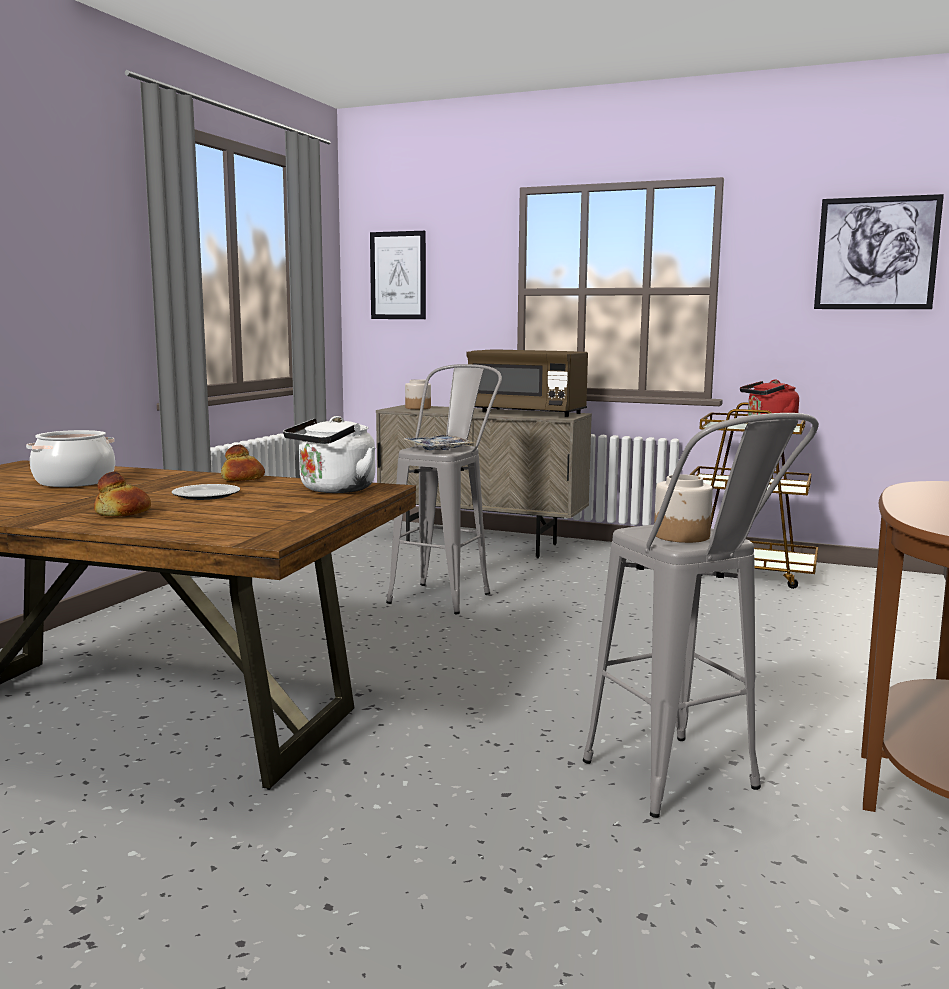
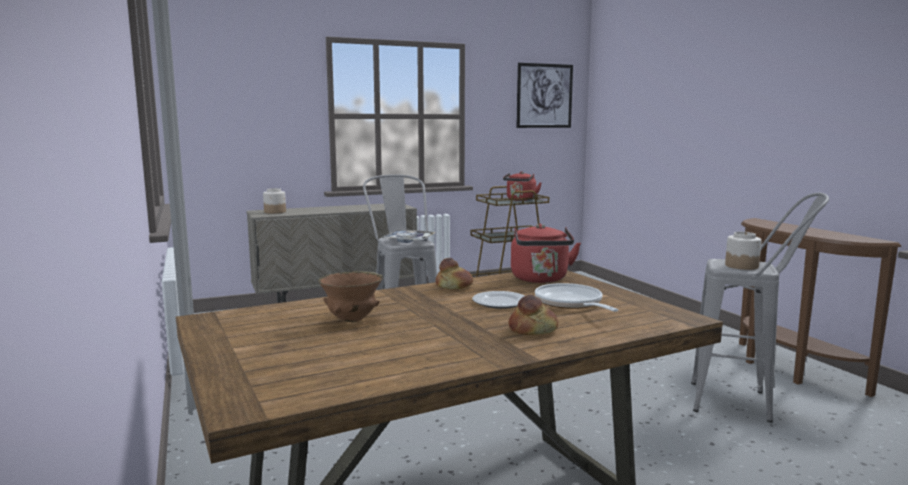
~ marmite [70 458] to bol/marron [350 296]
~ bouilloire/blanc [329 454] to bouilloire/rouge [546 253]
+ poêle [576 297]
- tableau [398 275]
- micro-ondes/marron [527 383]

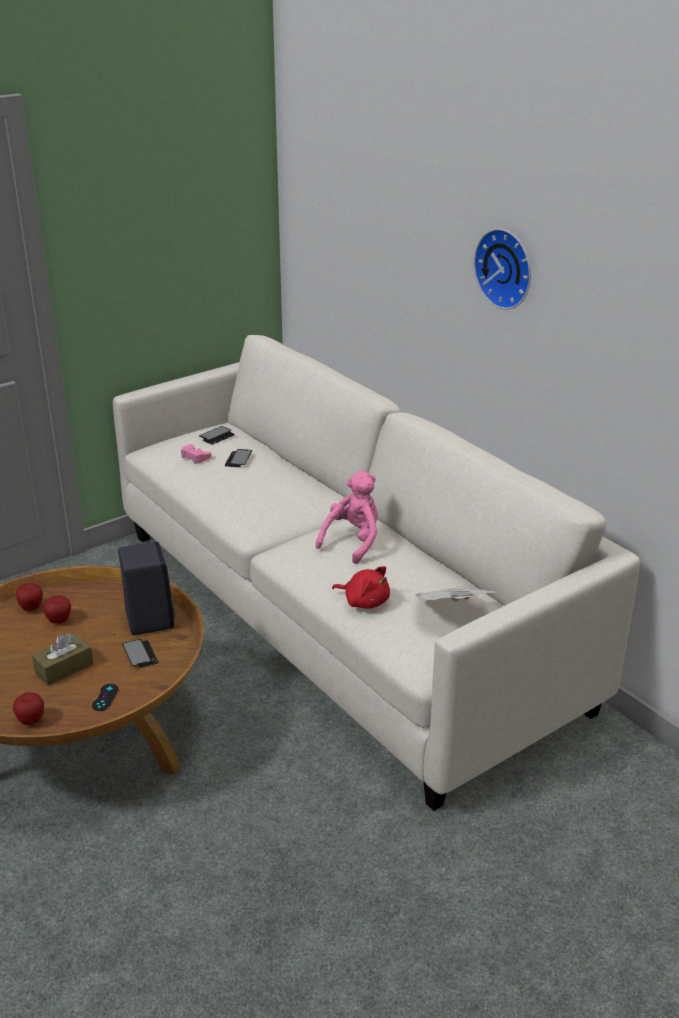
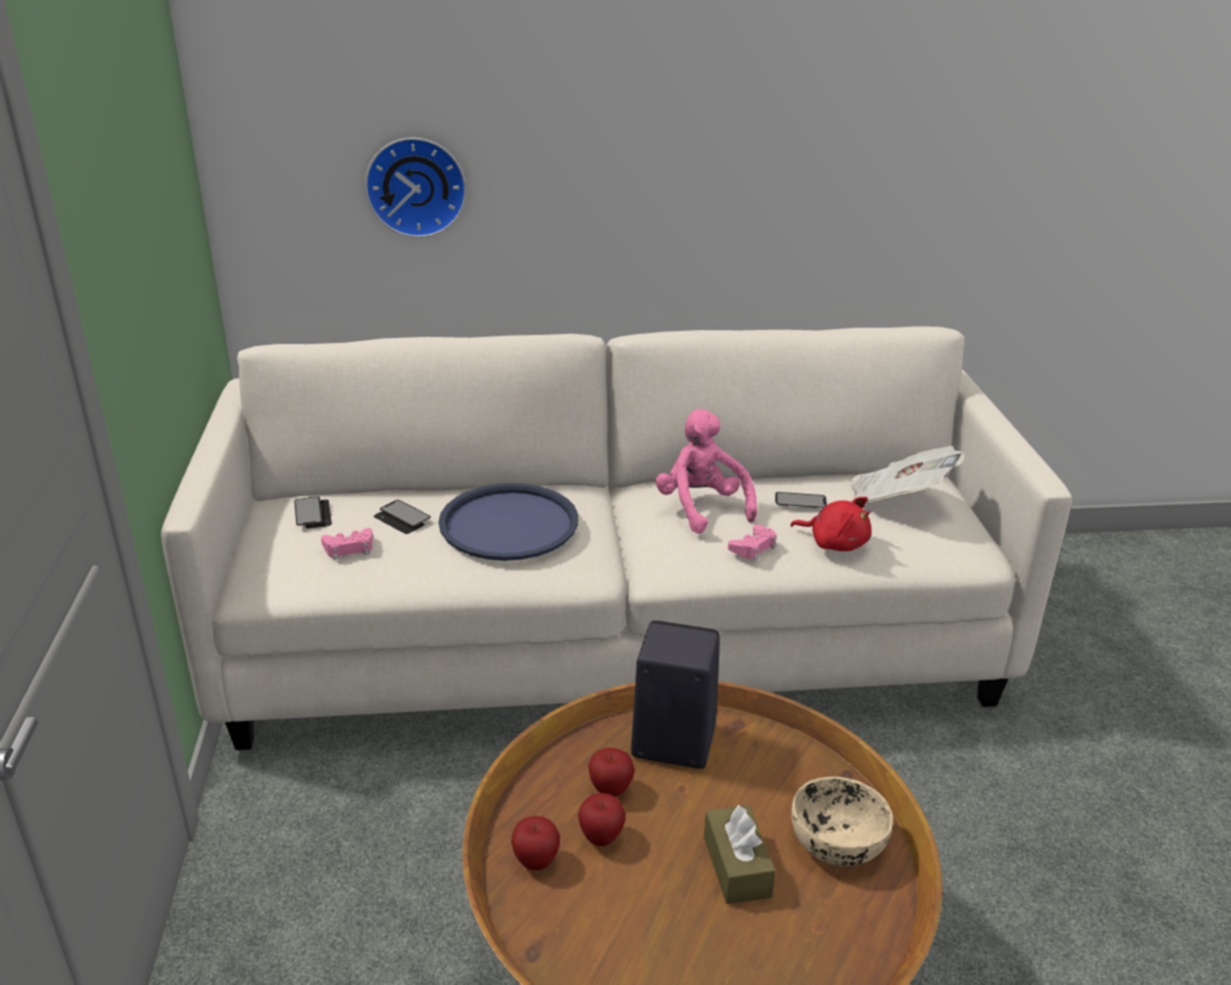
~ horloge murale [502 269] to [416 188]
+ plateau/bleu [508 522]
~ pomme [28 709] to [611 772]
+ manette/rose [752 542]
~ téléphone [140 653] to [801 500]
~ peluche/rouge [361 587] = [830 524] 60 degrees clockwise
~ manette/noir [105 697] to bol/beige [842 821]

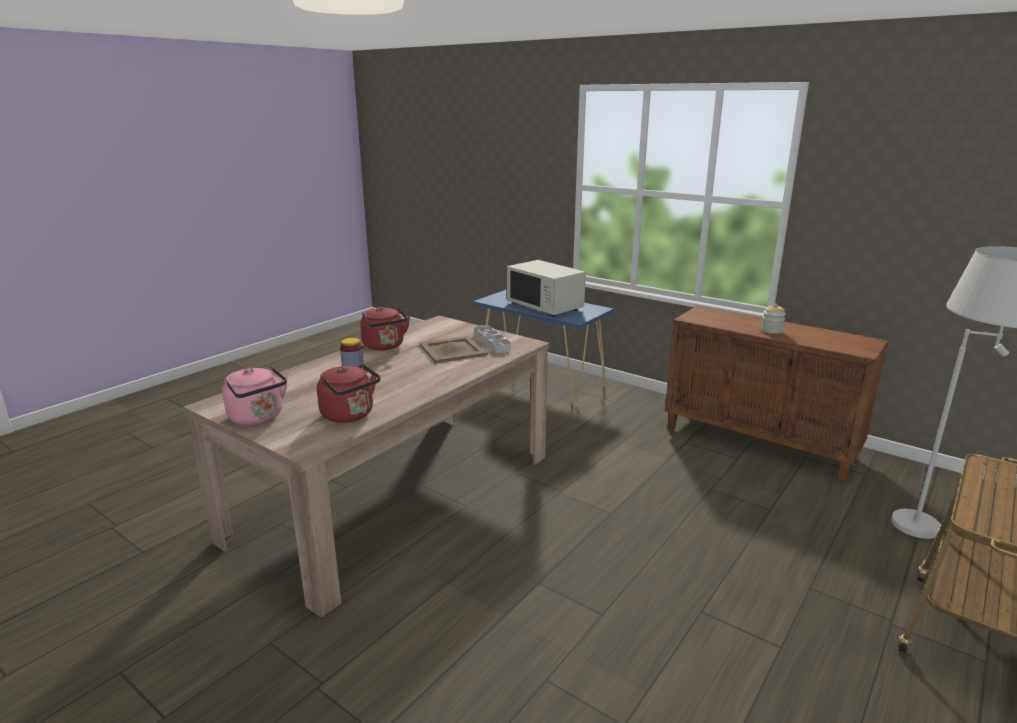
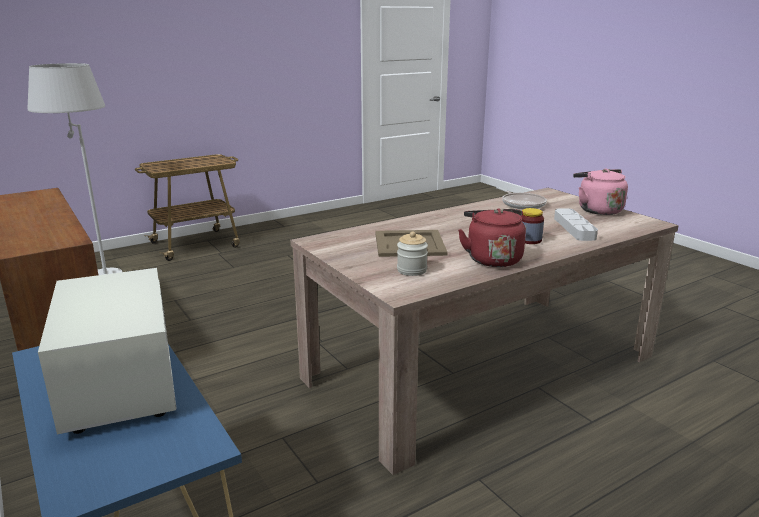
~ bocal [773 319] to [412 253]
~ bouilloire/rouge [349 393] to poêle [521 198]
~ plateau/gris [492 339] to [576 224]

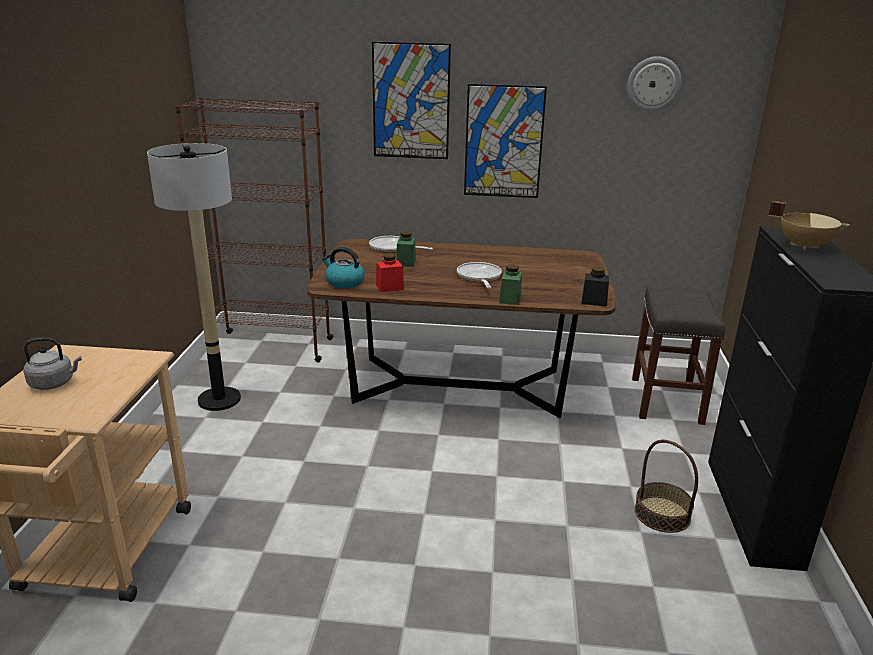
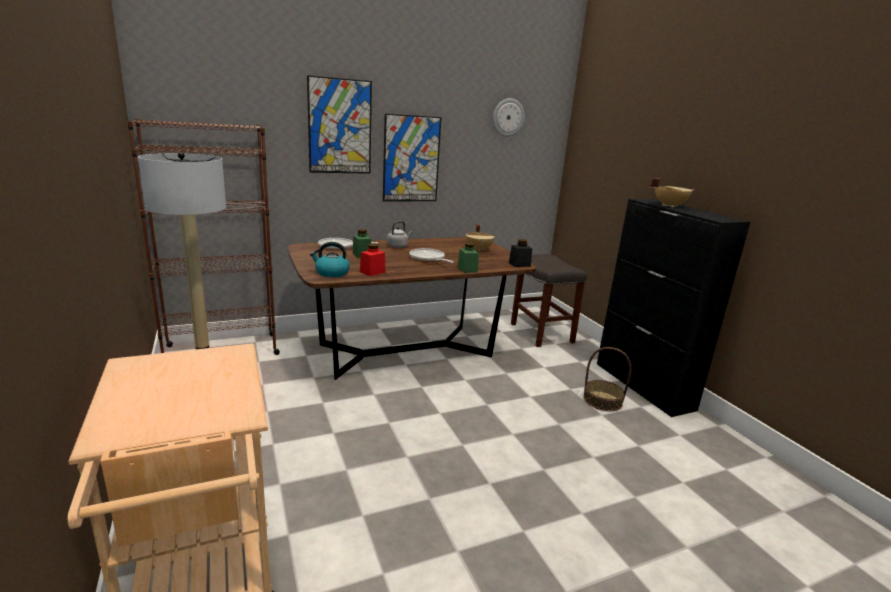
~ bouilloire/gris [53 363] to [399 234]
+ marmite/beige [480 238]

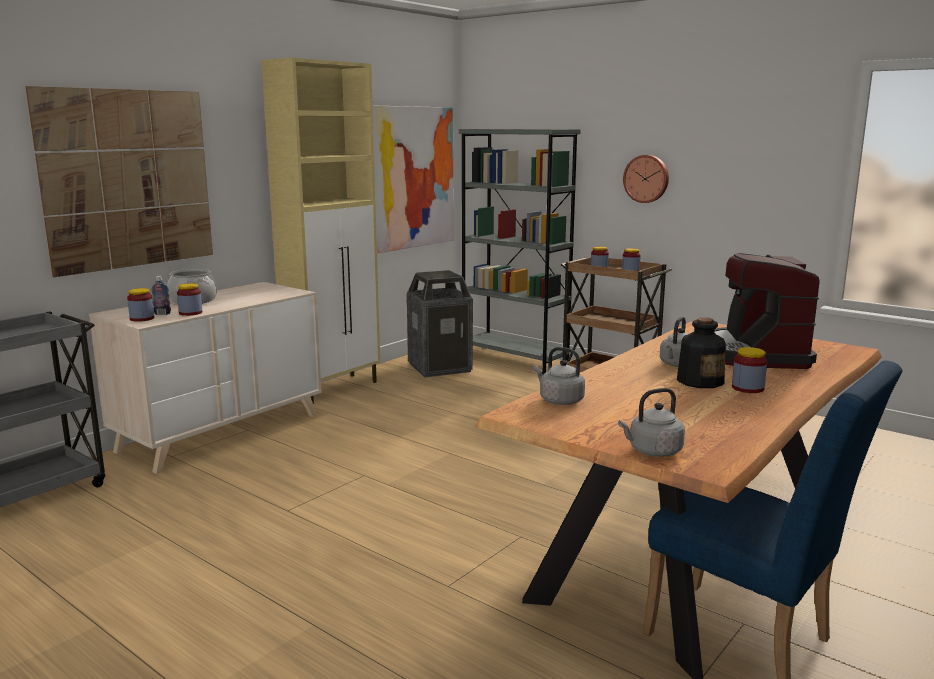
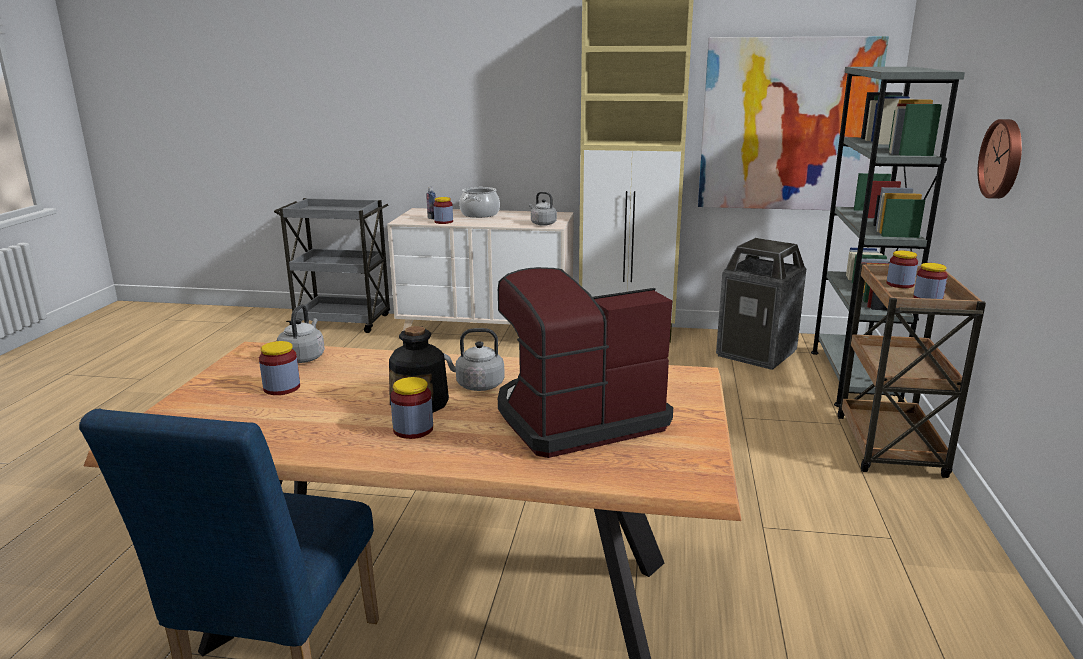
~ bocal [140 305] to [279 368]
~ bouilloire/gris [651 422] to [543 209]
- tableau [119 181]

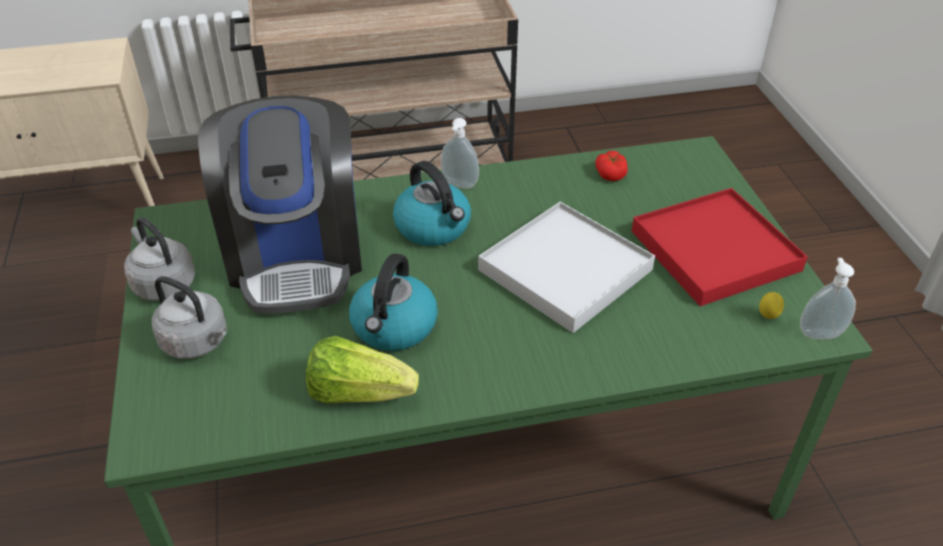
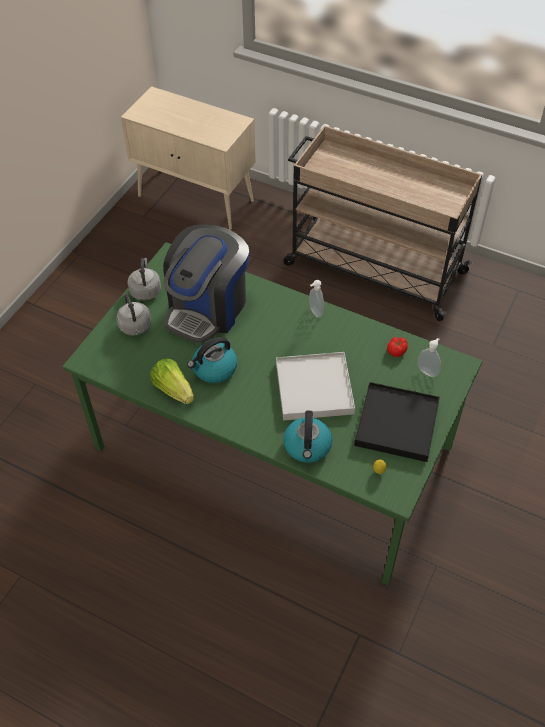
~ bouilloire [432 203] to [307 437]
~ plateau/rouge [720 247] to plateau/noir [397 422]
~ distributeur de savon [828 299] to [429 357]

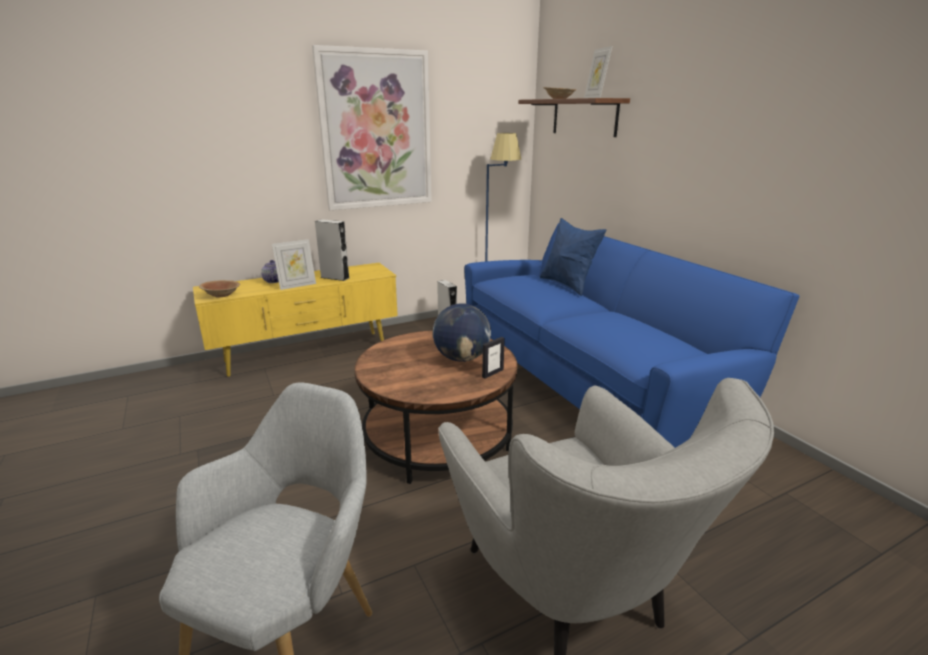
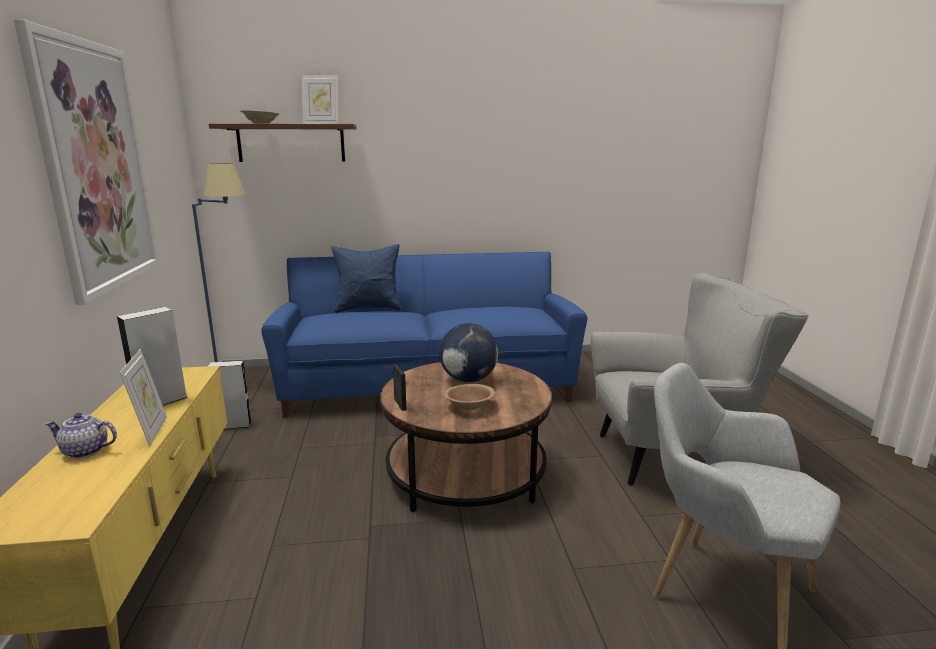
~ cadre photo [493 358] to [399 387]
~ bol/marron [219 288] to [469 397]

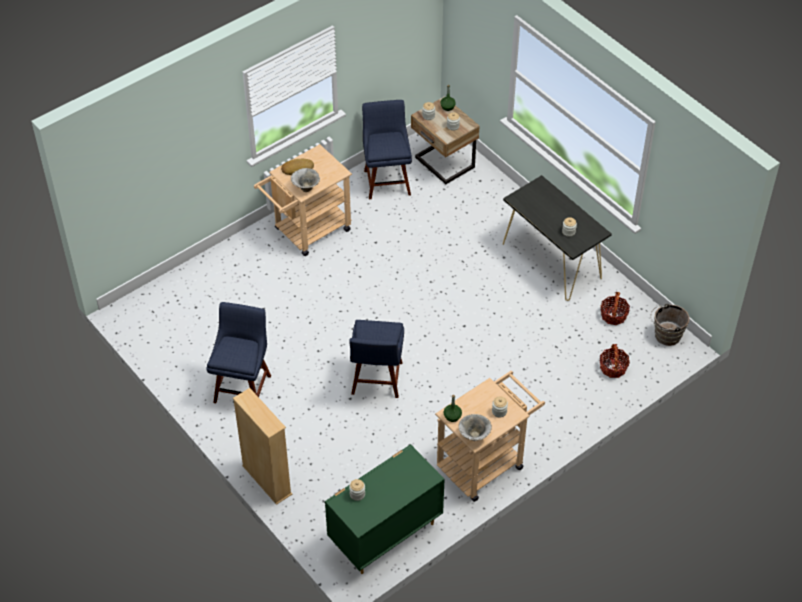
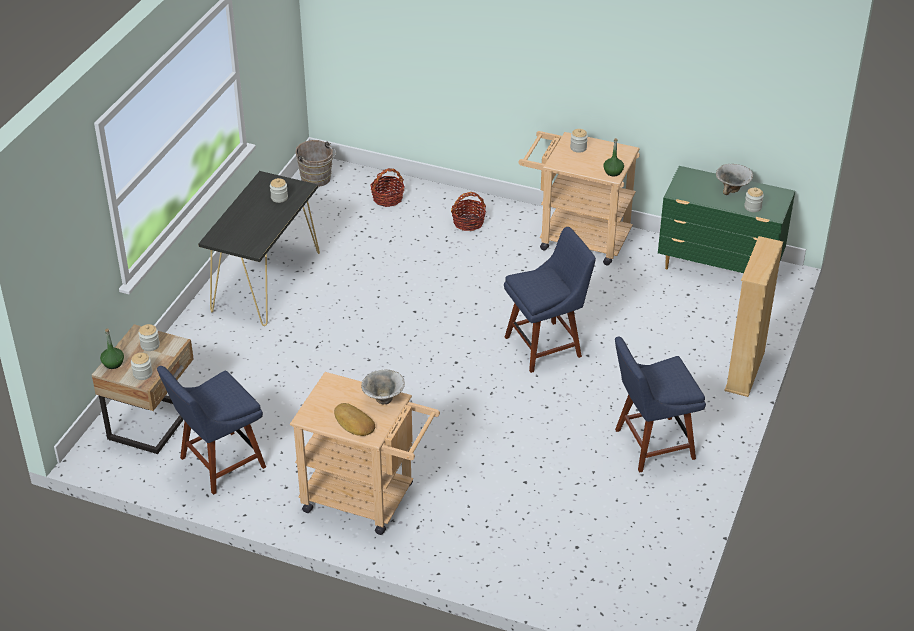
~ panier [615 308] to [468 211]
~ bol [475 427] to [734 179]

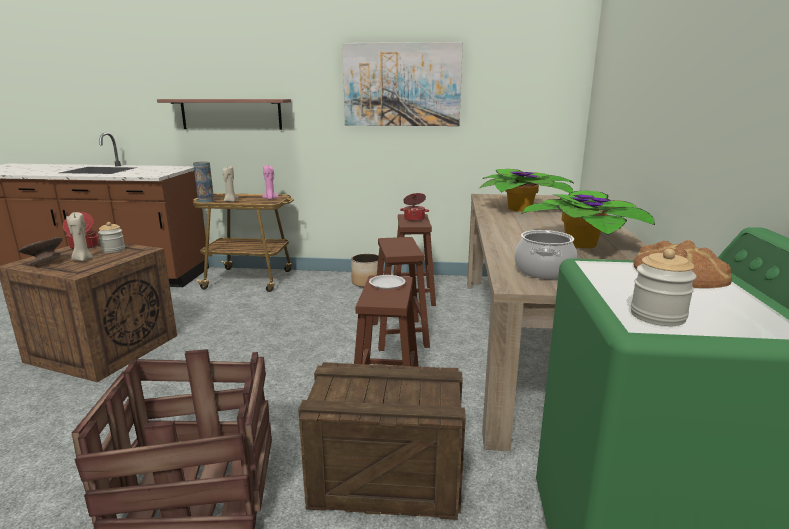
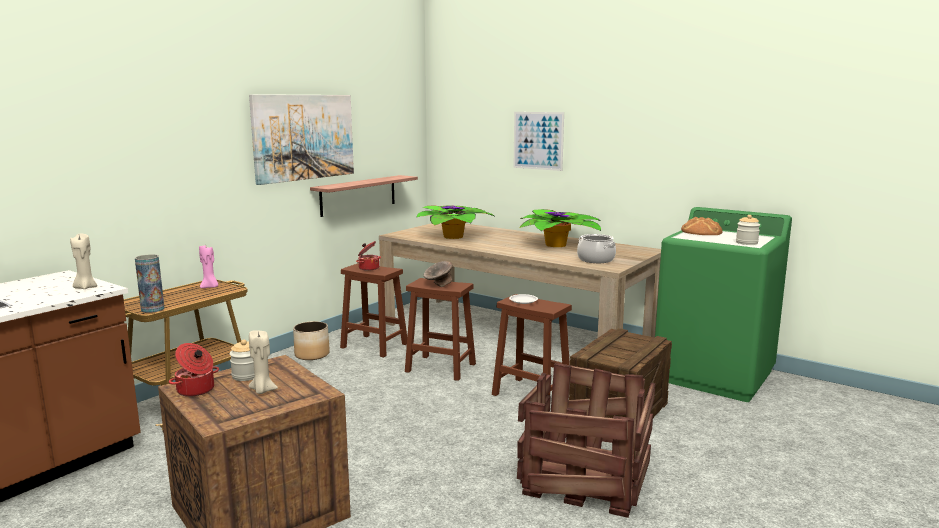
~ bougie/beige [231 184] to [83 261]
~ étagère [224 114] to [364 196]
~ bol/gris [41 251] to [438 274]
+ tableau [538 141]

